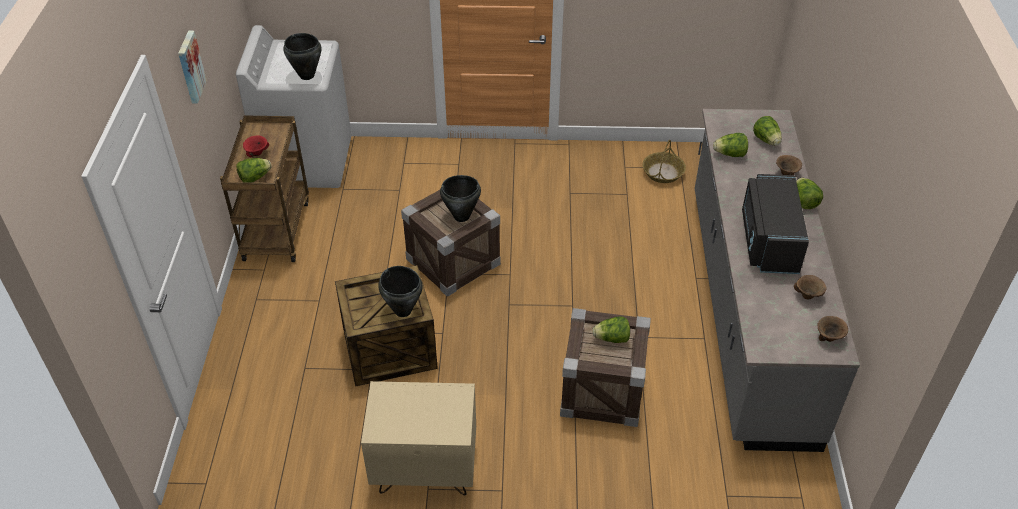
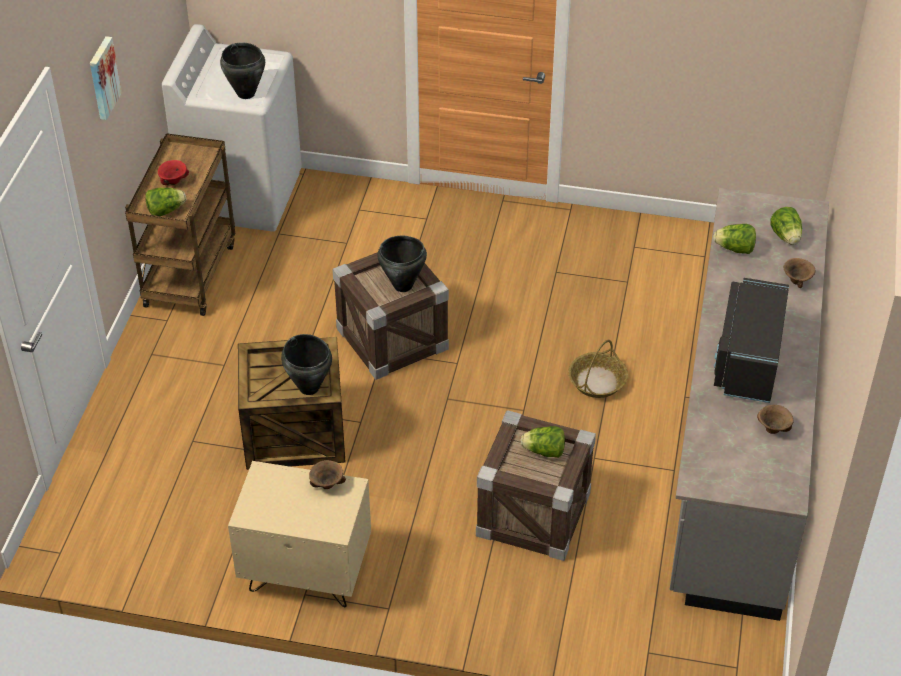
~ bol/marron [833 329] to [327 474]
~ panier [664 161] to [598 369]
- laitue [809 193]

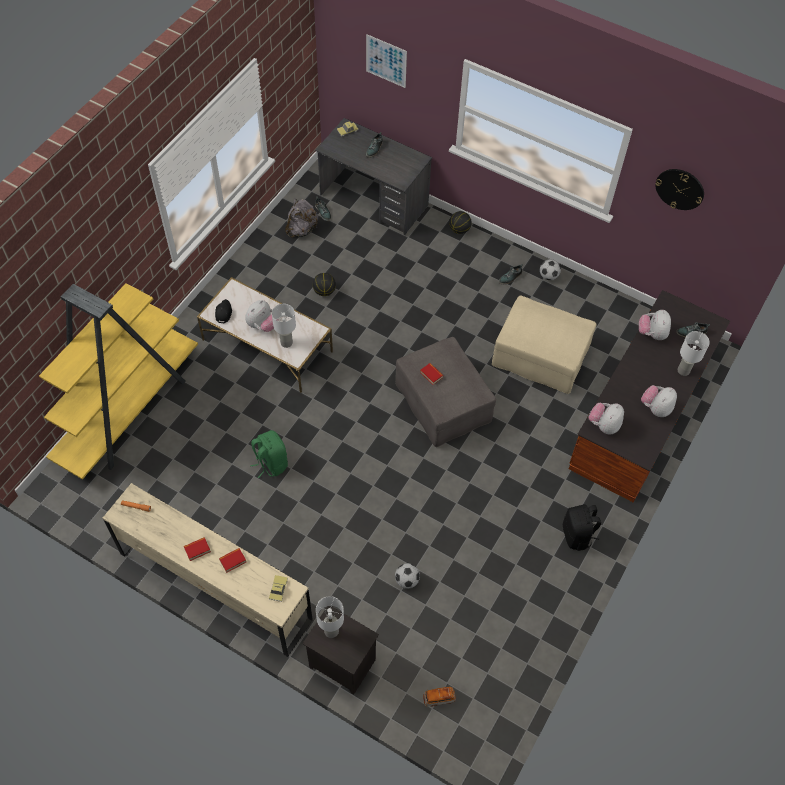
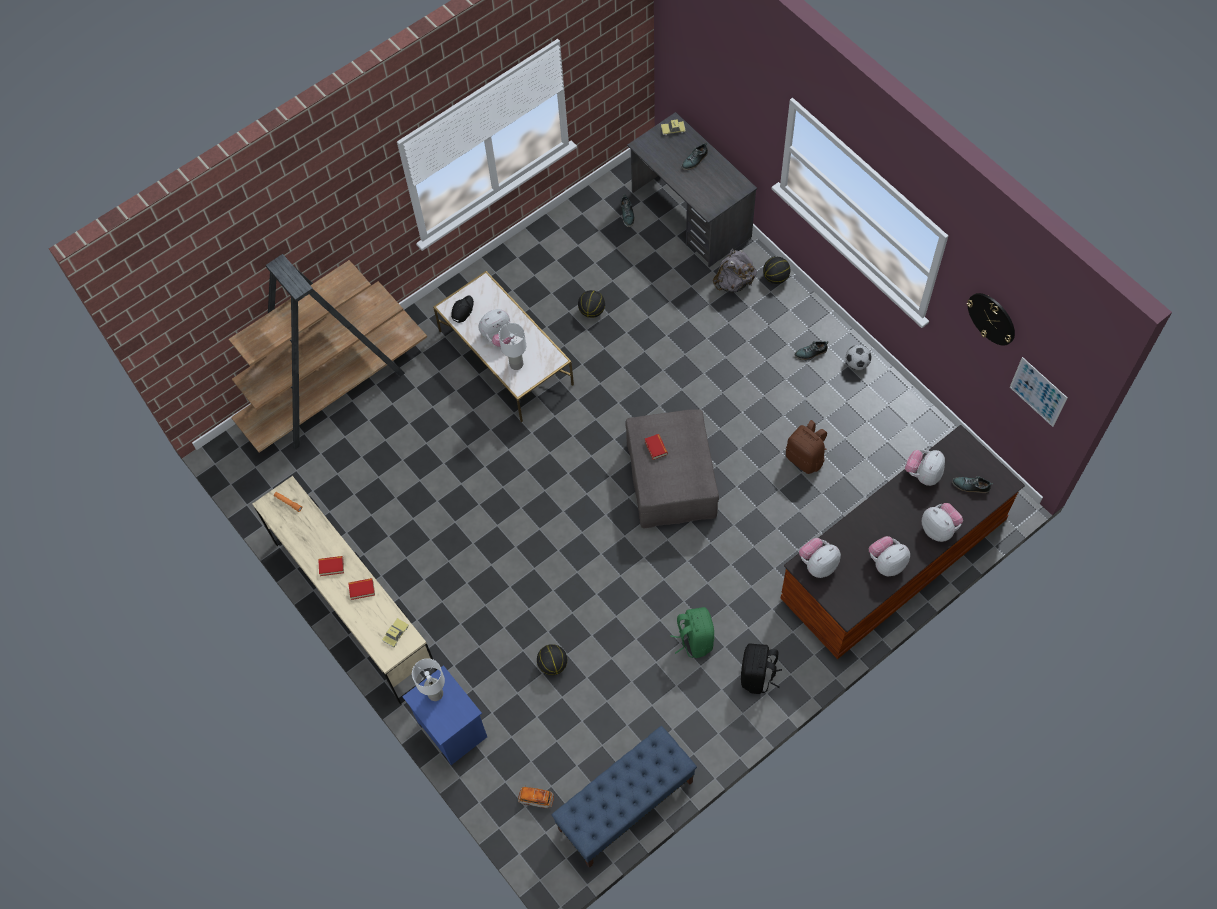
~ bibliothèque/jaune [118 381] to bibliothèque/marron [328 353]
~ table de chevet/noir [341 650] to table de chevet/bleu [444 715]
~ ballon de foot [407 576] to ballon de basket [552 659]
+ banc/bleu [624 797]
~ sac à dos/vert [269 454] to [692 632]
~ sac à dos/gris [301 218] to [735 270]
~ pouf/beige [544 345] to sac à dos/marron [806 447]
~ lampe de table/blanc [694 353] to peluche [942 522]
~ tableau [386 61] to [1038 392]

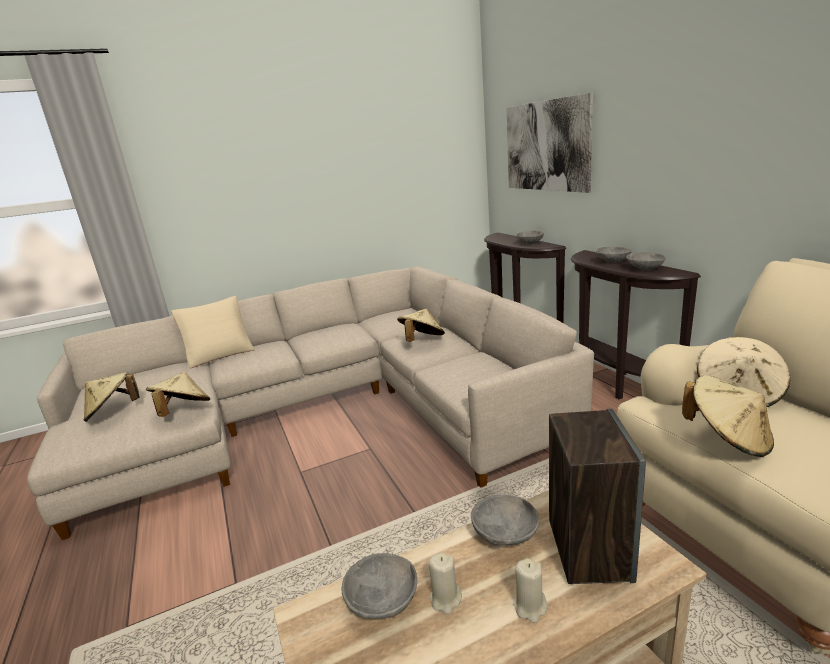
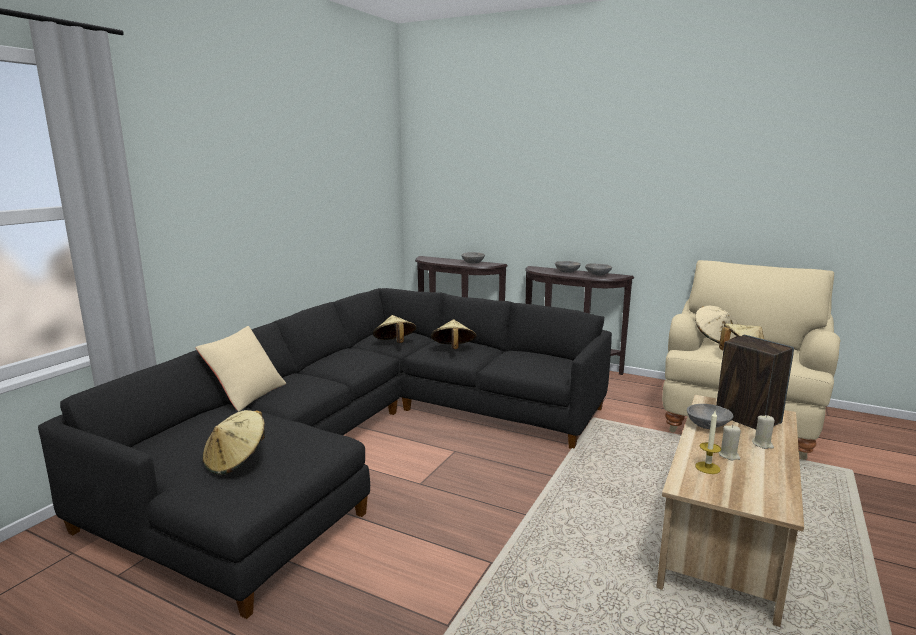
~ canapé/beige [310 403] to canapé/noir [325 453]
~ chapeau/beige [178 394] to [394 329]
~ bol/gris [379 586] to bougie [708 442]
- tableau [550 143]

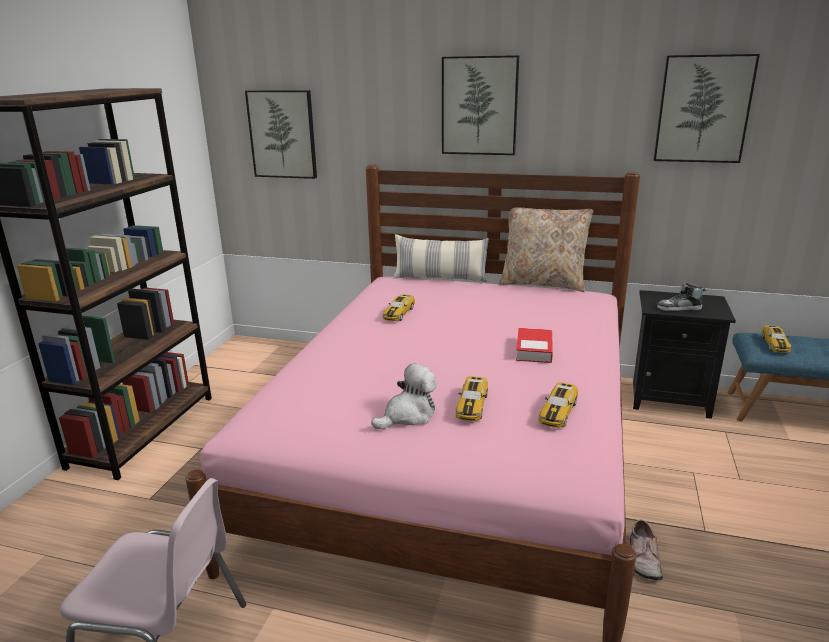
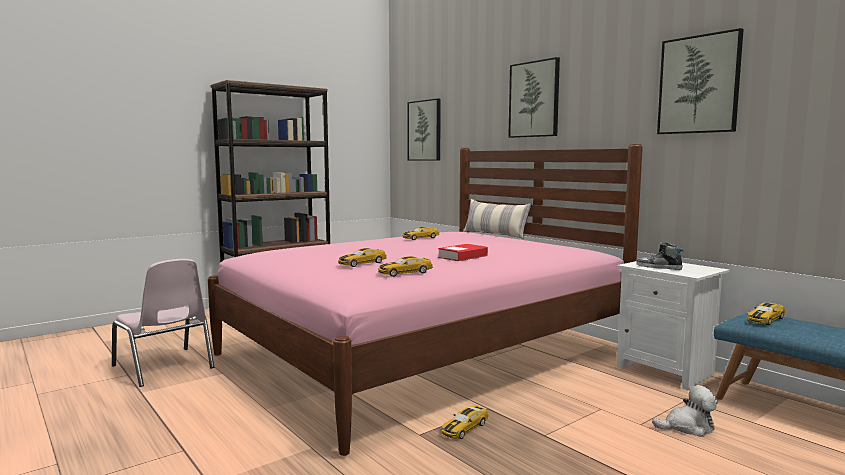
~ chaussure [646 550] to petite voiture [465 422]
~ table de chevet/noir [684 354] to table de chevet/blanc [673 325]
~ peluche [403 396] to [685 411]
- coussin/beige [546 250]

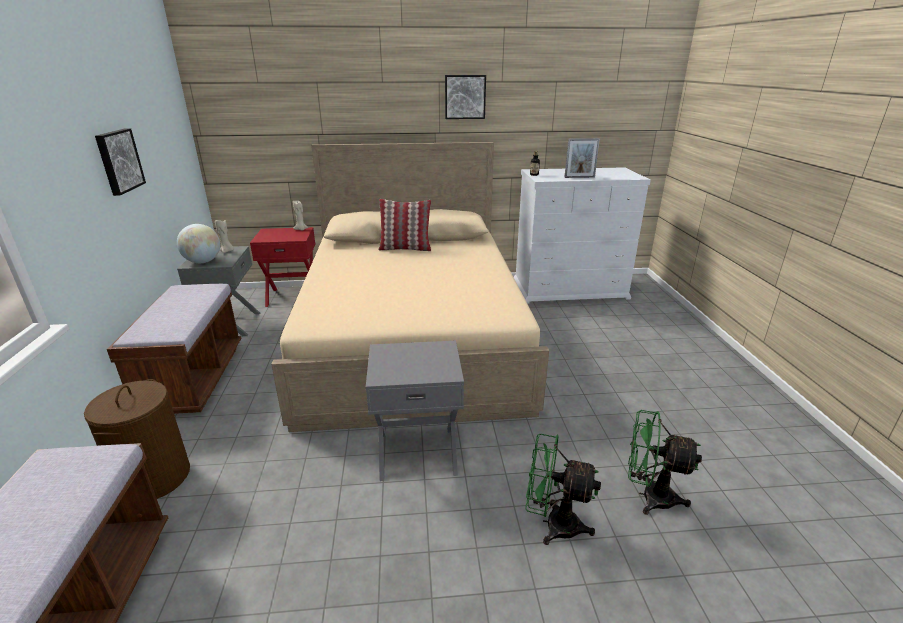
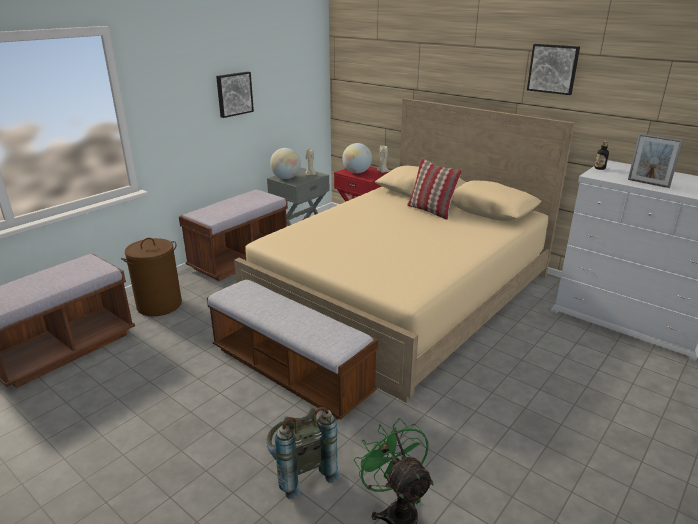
~ table de chevet/gris [415 411] to banc [292 349]
~ ventilateur/vert [563 489] to sac à dos/gris [304 453]
+ globe [357 158]

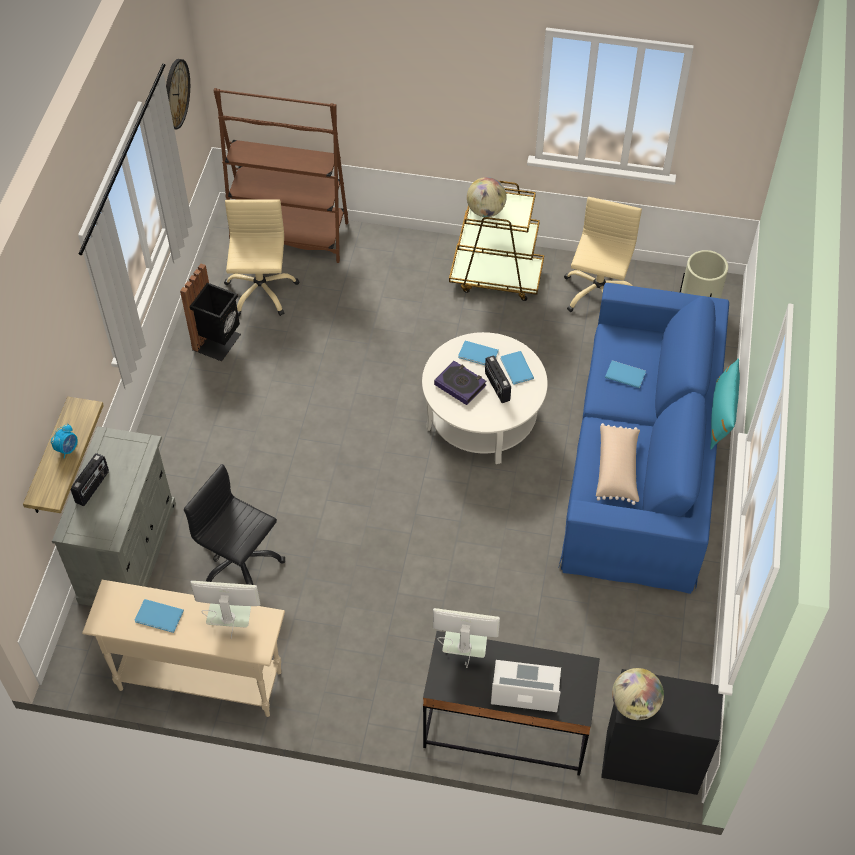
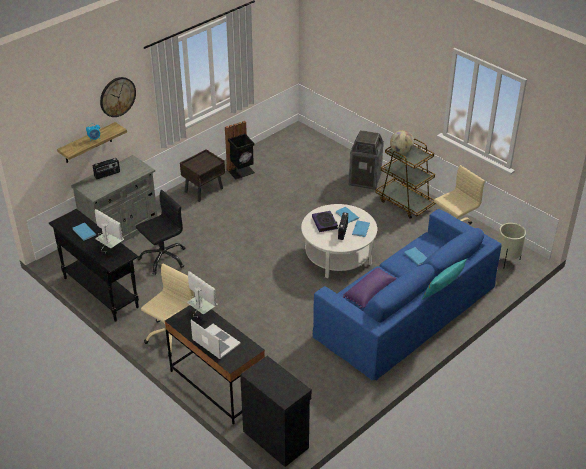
~ table console/beige [183 648] to table console/noir [93 265]
~ horloge murale [178 94] to [118 97]
~ chaise de bureau/noir [234 524] = [160 232] 75 degrees clockwise
~ chaise de bureau/beige [261 257] to [167 309]
+ table de chevet/marron [202 175]
~ coussin/beige [618 464] to coussin/violet [369 288]
+ poubelle [366 160]
- bibliothèque/marron [280 175]
- globe [638 694]

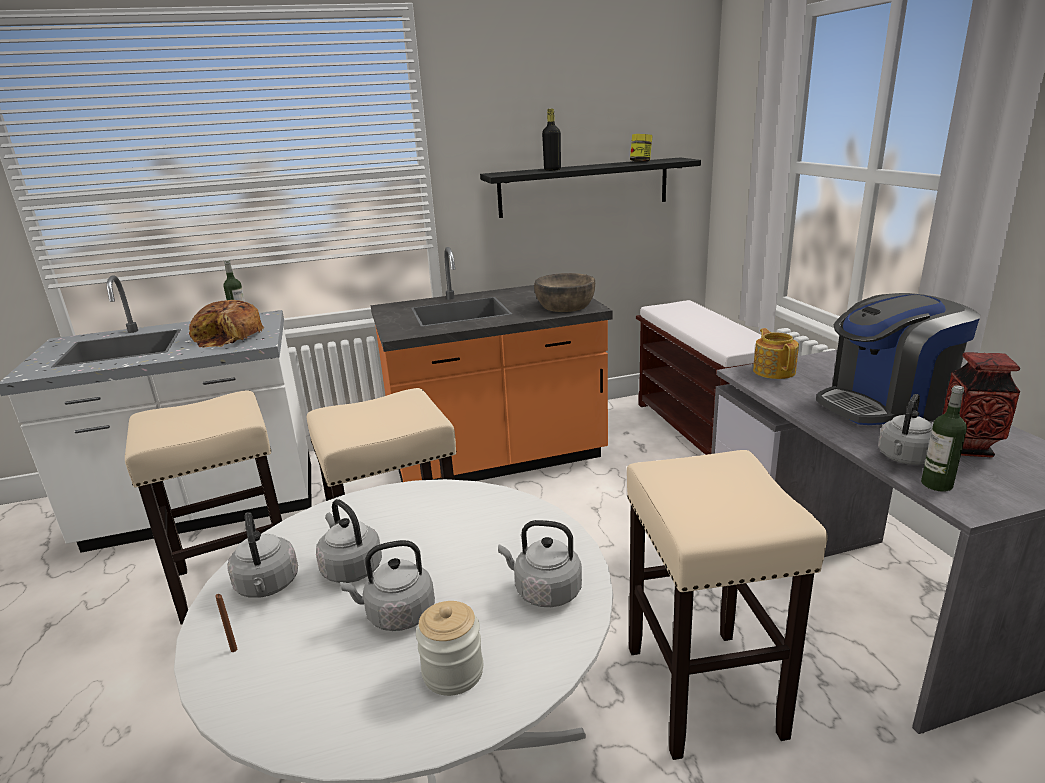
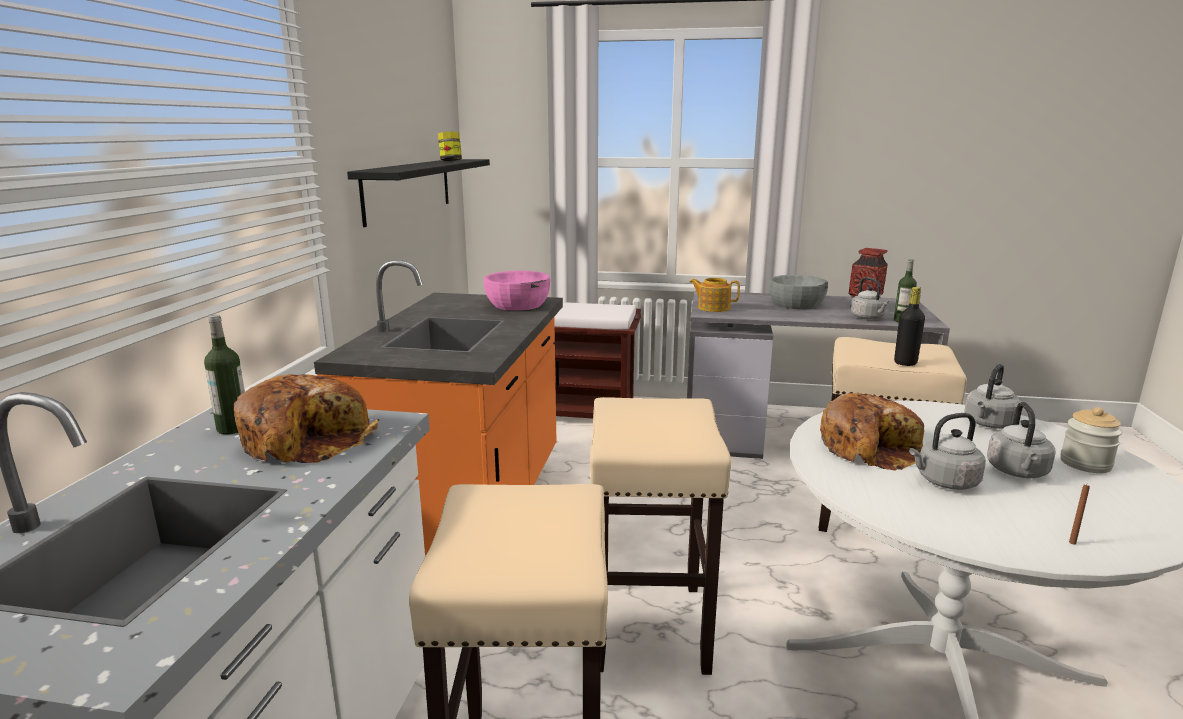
~ bol/marron [564 292] to bol/rose [517 291]
~ machine à café [898 359] to bol/gris [798 292]
+ pain [872 432]
~ bouteille/noir [551 140] to [909 326]
- bouilloire/gris [262 555]

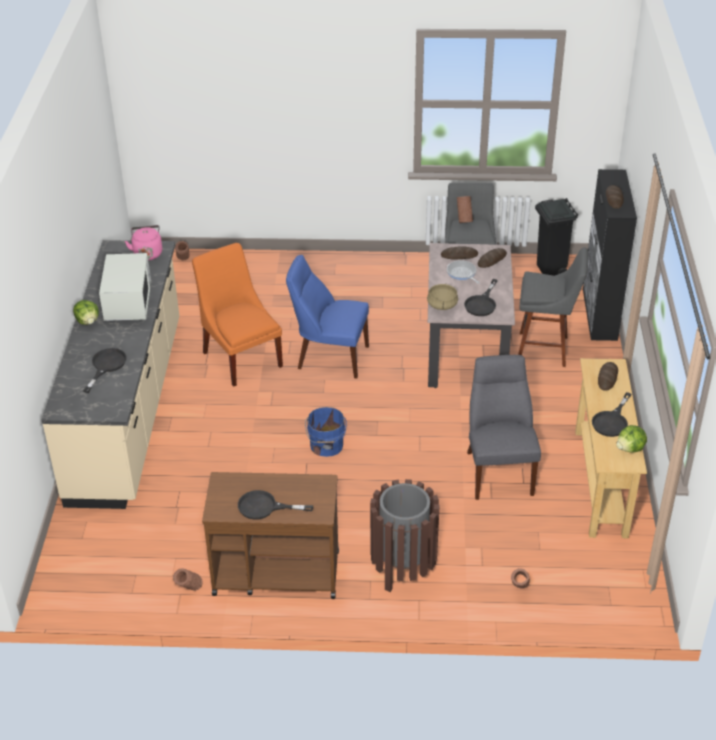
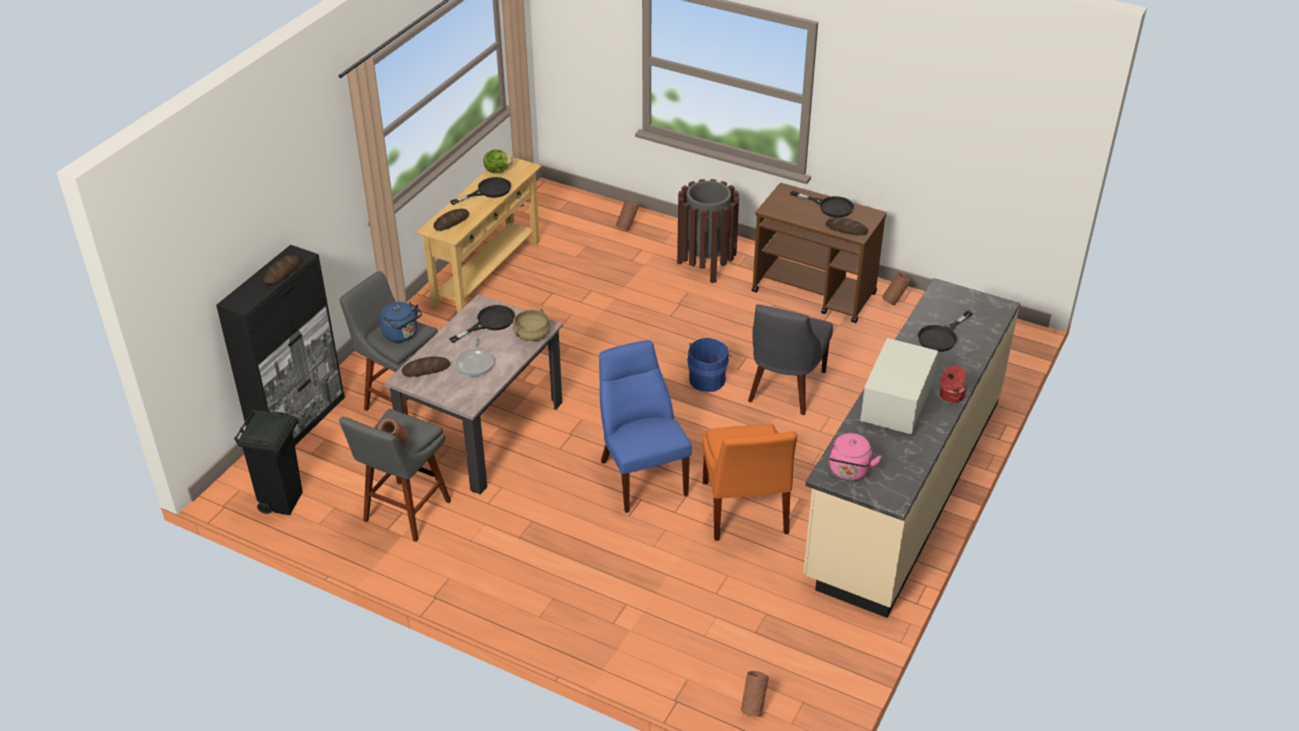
+ bouilloire/bleu [401 321]
~ chaise/bleu [327 317] = [645 426] 150 degrees counterclockwise
~ chaise/gris [504 427] to [790 359]
~ pain [459 252] to [847 226]
~ laitue [86 312] to marmite [953 384]

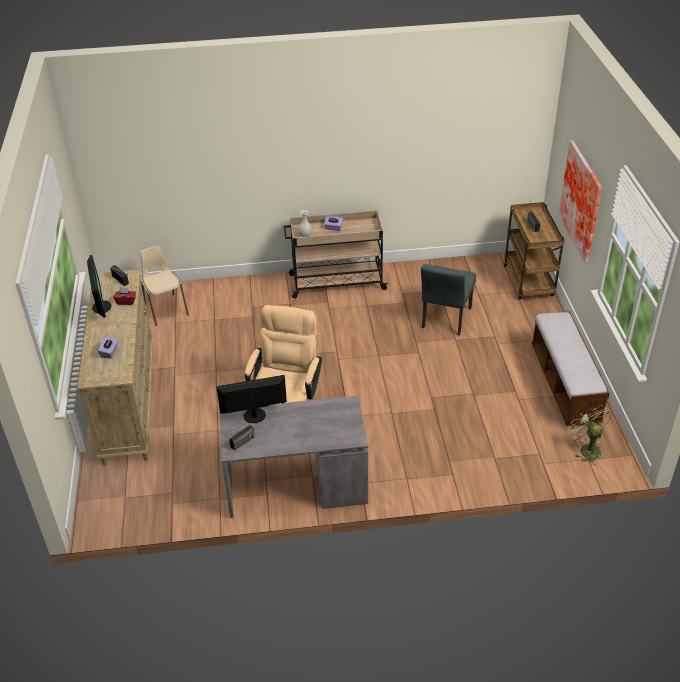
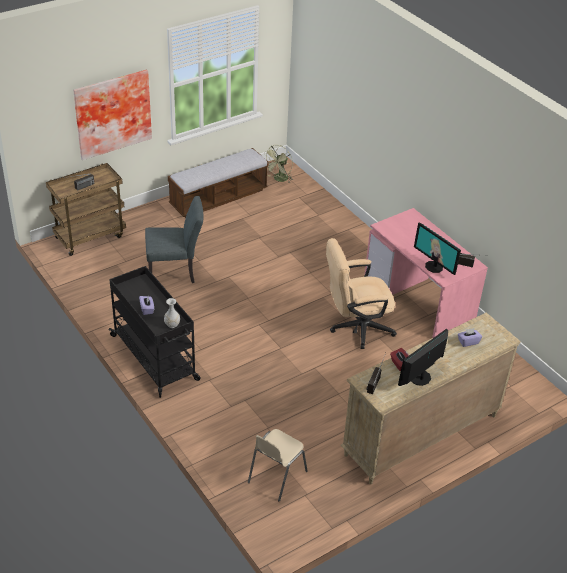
~ chariot/beige [336 254] to chariot/noir [154 332]
~ bureau/gris [294 457] to bureau/rose [426 273]

